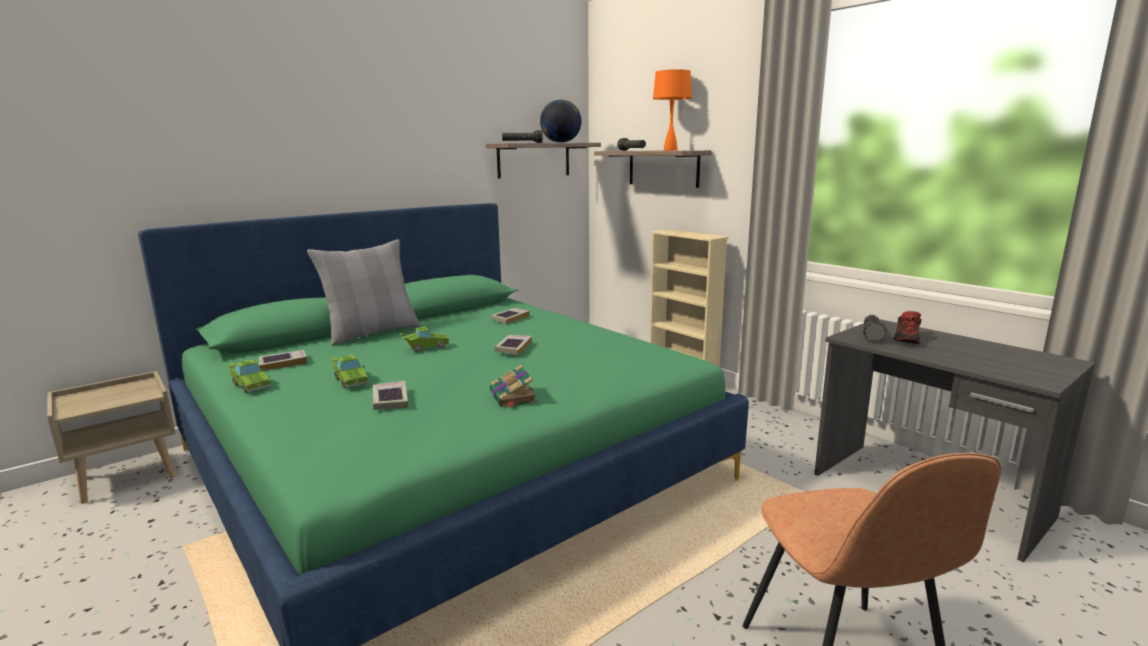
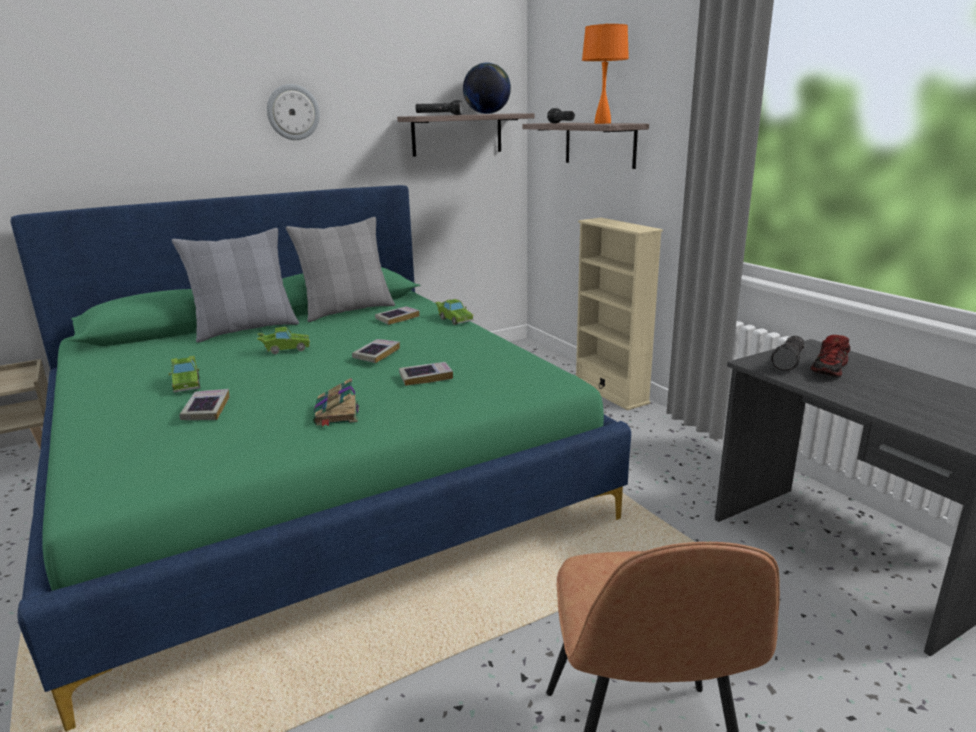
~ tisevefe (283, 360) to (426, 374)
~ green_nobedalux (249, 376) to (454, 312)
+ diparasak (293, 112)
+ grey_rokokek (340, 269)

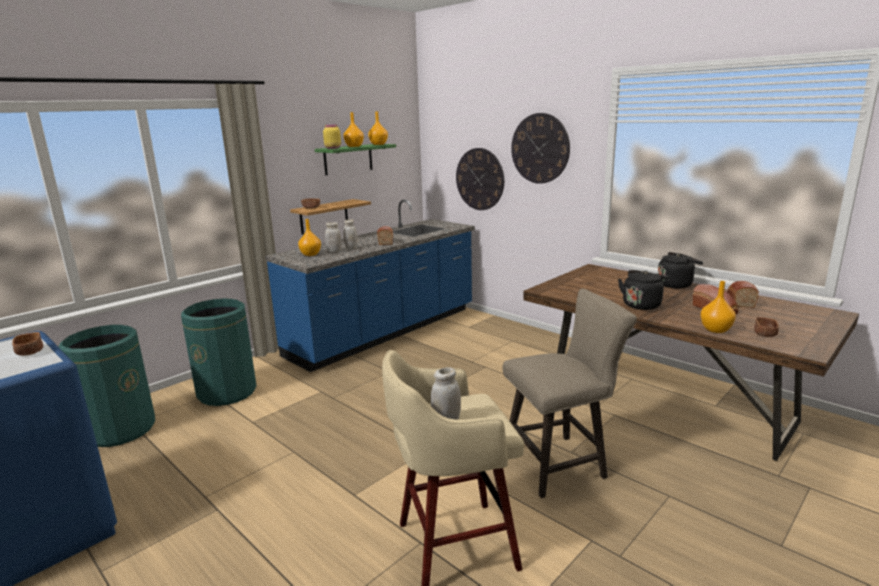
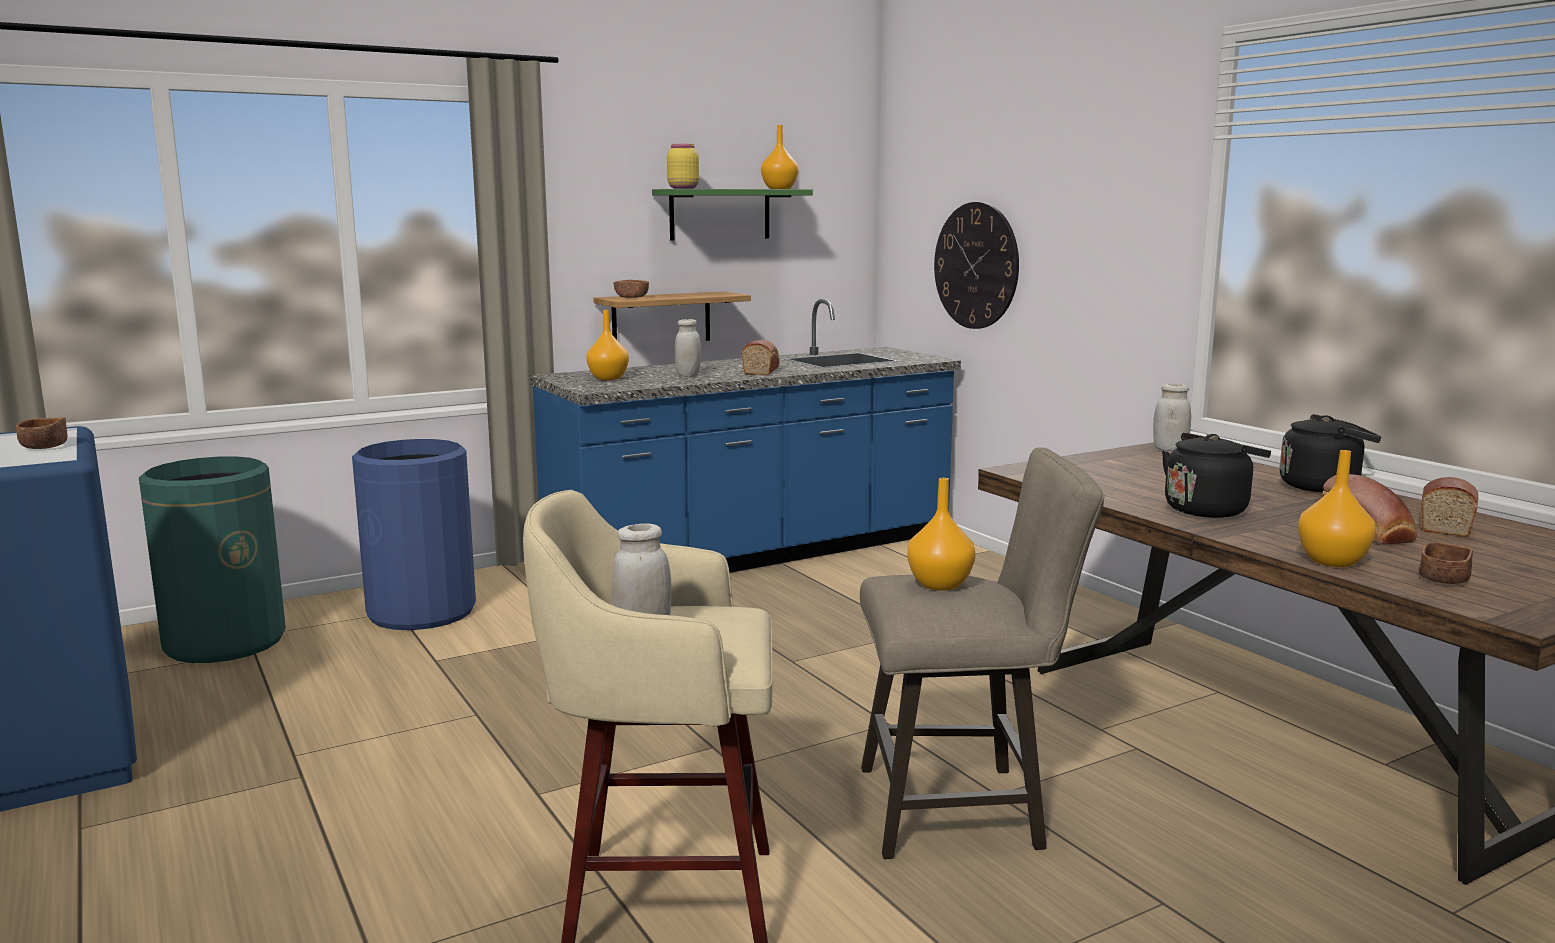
~ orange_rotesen (354, 129) to (941, 534)
- diparasak (540, 148)
~ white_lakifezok (333, 237) to (1172, 417)
~ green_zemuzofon (219, 352) to blue_zemuzofon (414, 534)

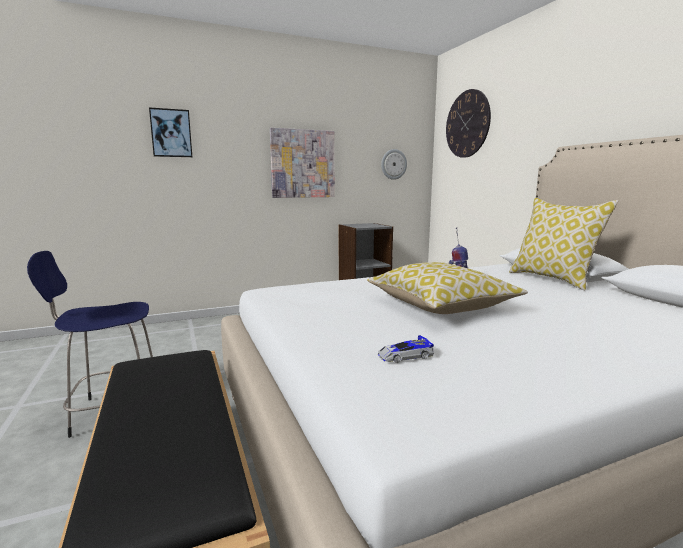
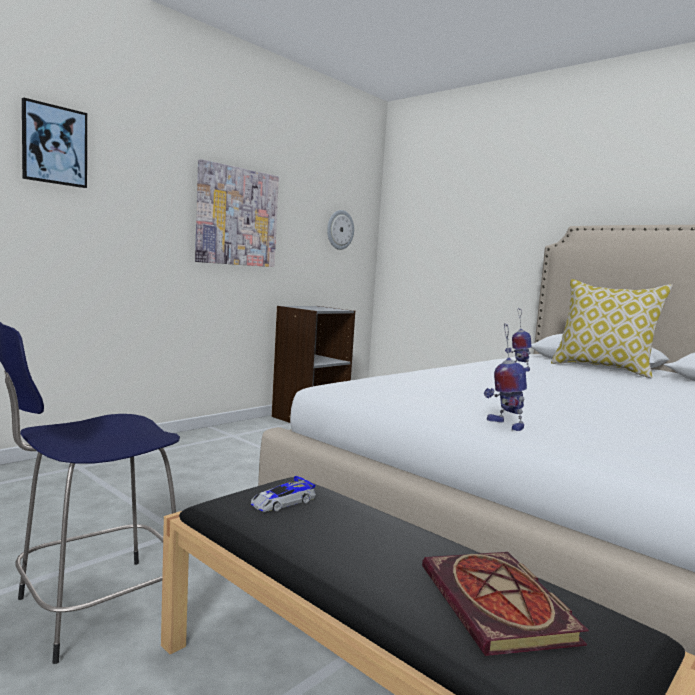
- diparasak (468, 123)
- rokokek (447, 288)
~ nobedalux (406, 349) to (283, 494)
+ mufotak (505, 377)
+ tisevefe (505, 604)

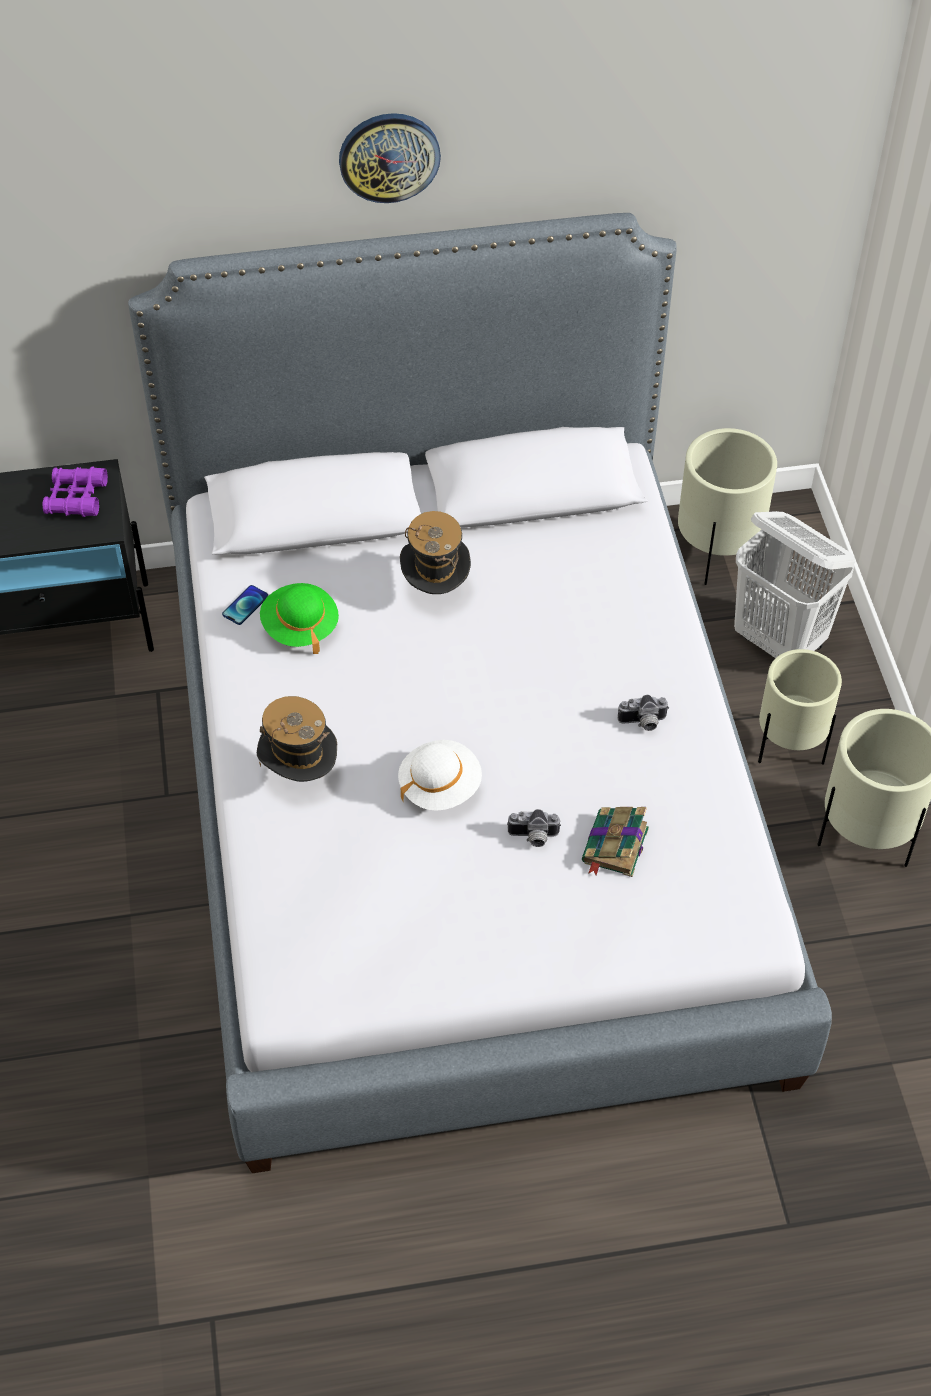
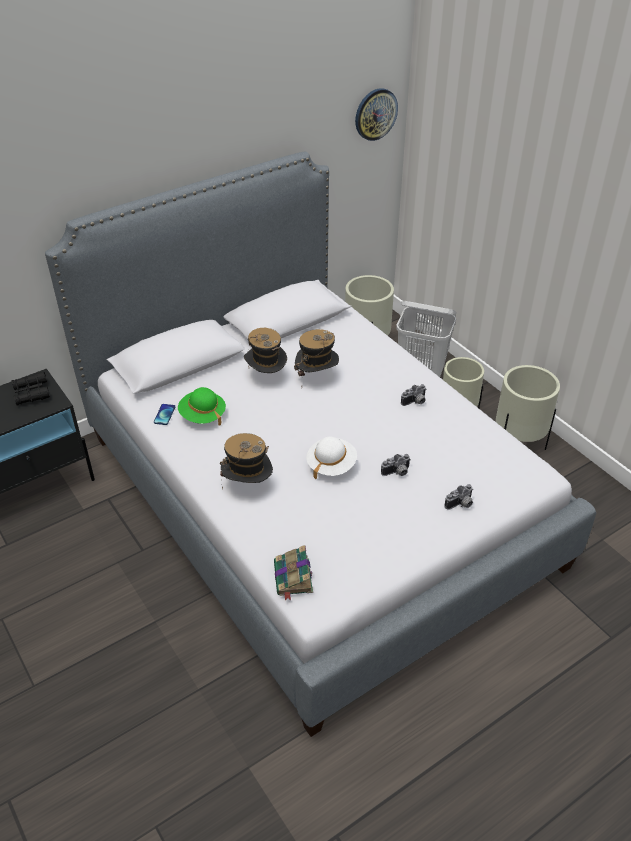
~ diparasak (390, 158) to (376, 114)
~ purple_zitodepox (75, 491) to black_zitodepox (31, 388)
~ tisevefe (615, 842) to (293, 573)
+ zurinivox (316, 352)
+ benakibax (458, 497)

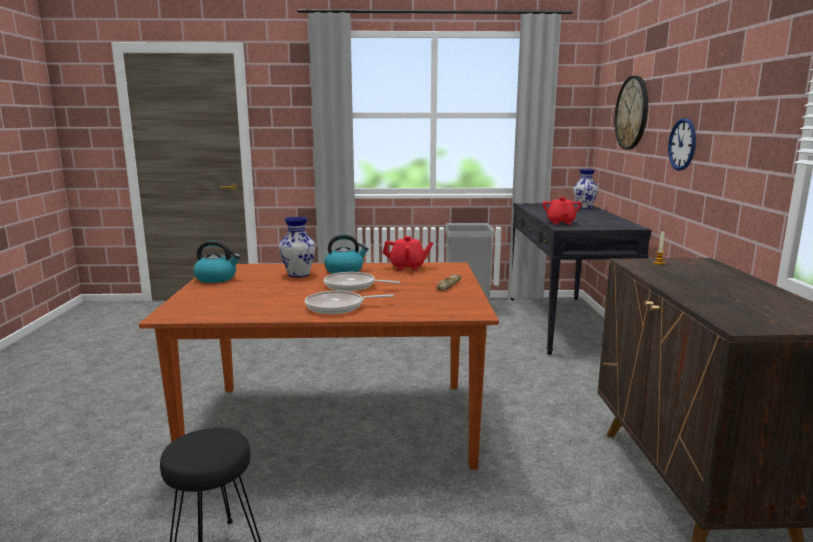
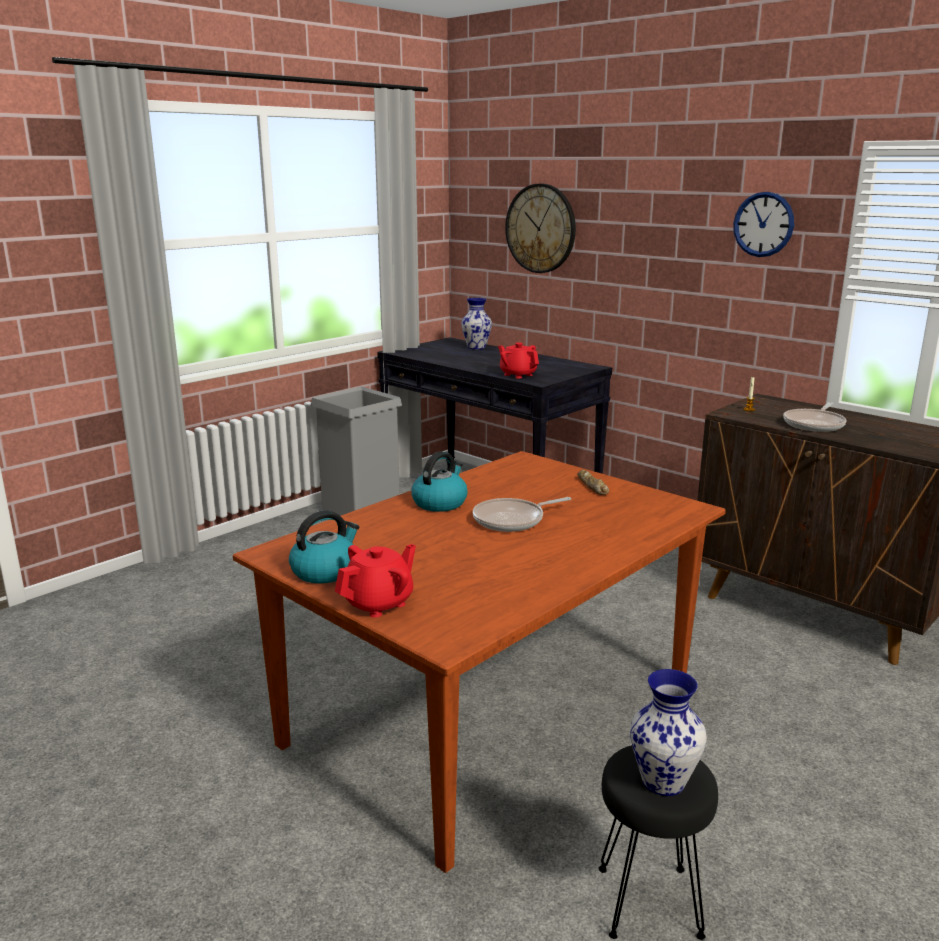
~ diparasak (682, 144) to (763, 224)
~ rotesen (297, 247) to (668, 732)
~ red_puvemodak (407, 253) to (375, 581)
~ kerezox (349, 302) to (815, 417)

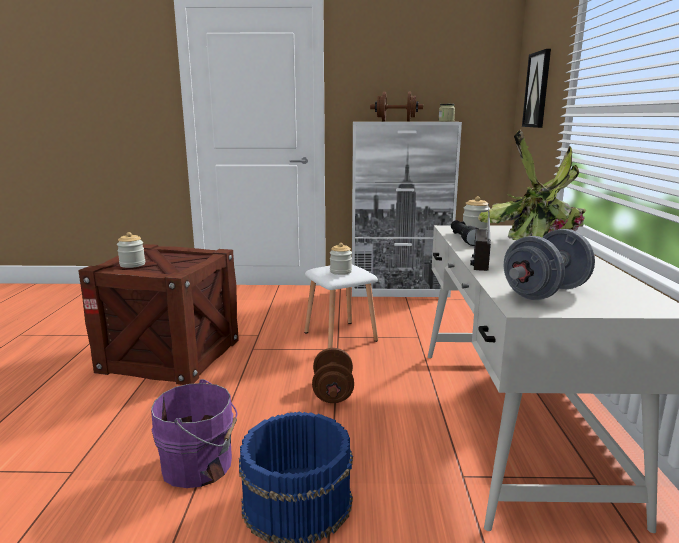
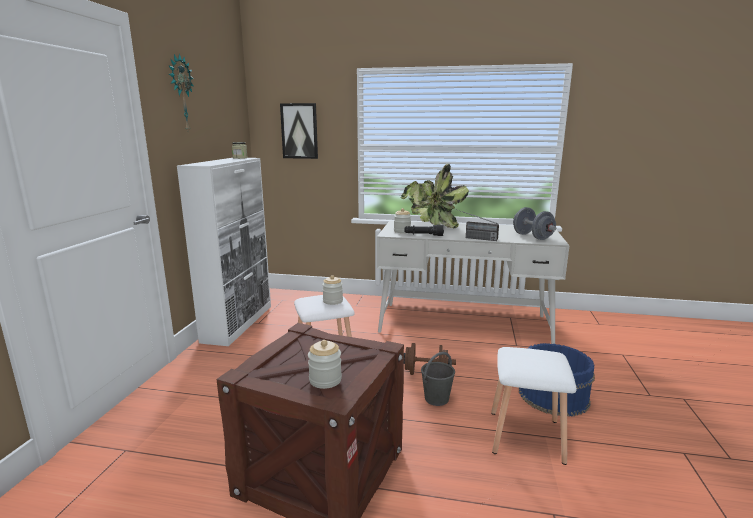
- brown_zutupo (396, 107)
~ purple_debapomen (194, 433) to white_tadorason (534, 406)
+ diparasak (181, 93)
+ grey_debapomen (438, 379)

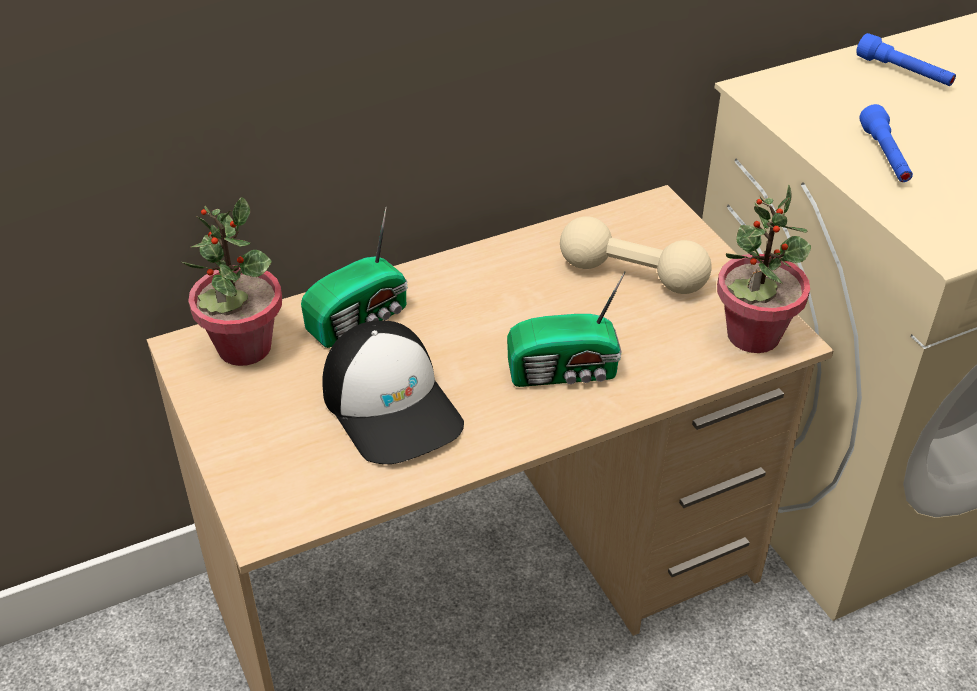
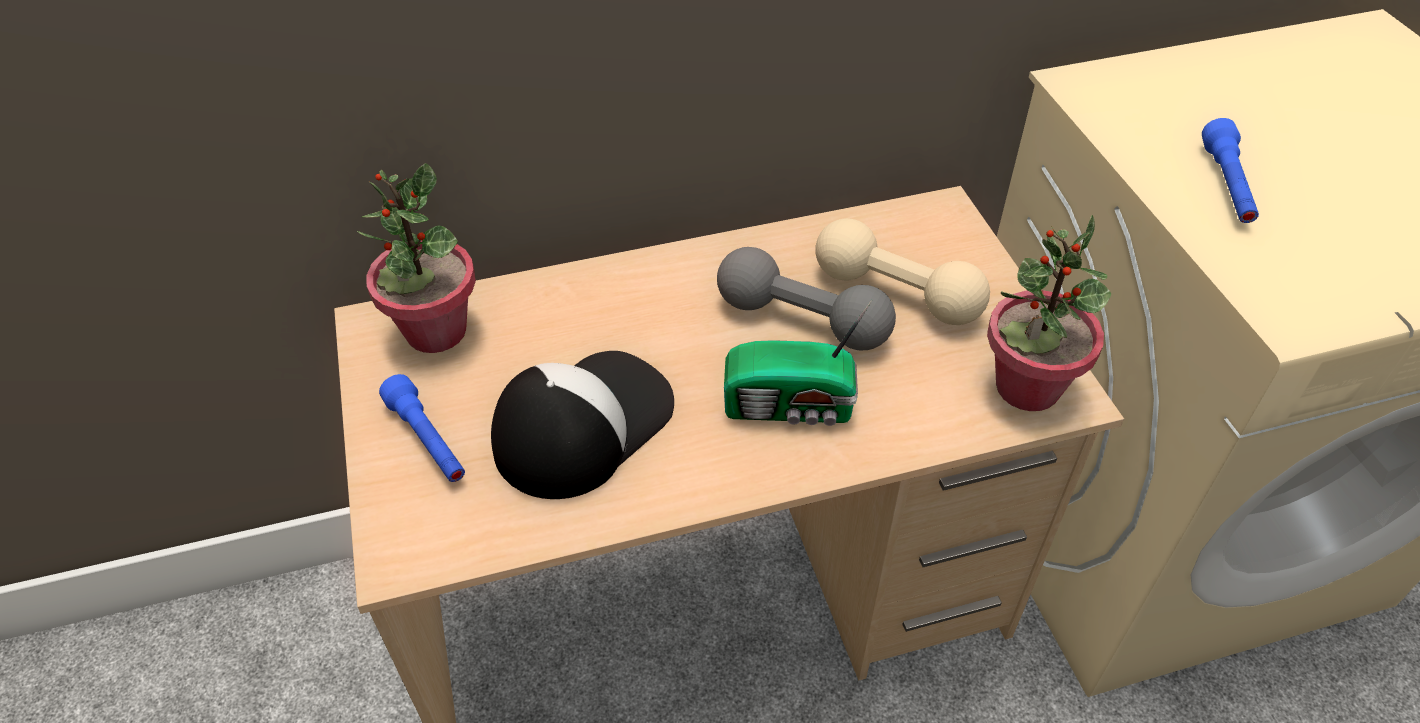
~ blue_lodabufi (906, 59) to (422, 428)
- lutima (354, 278)
~ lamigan (393, 392) = (582, 425) 120 degrees counterclockwise
+ grey_zutupo (806, 298)

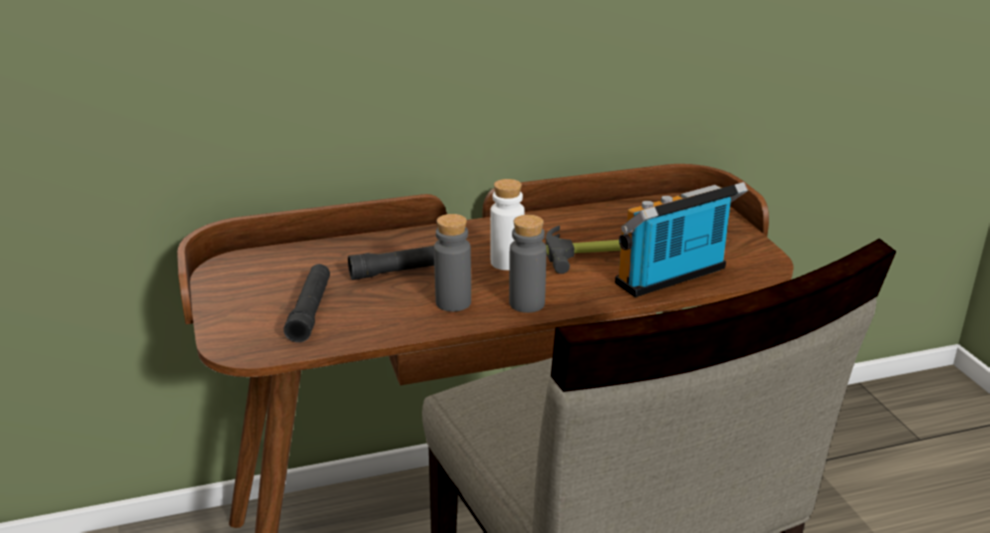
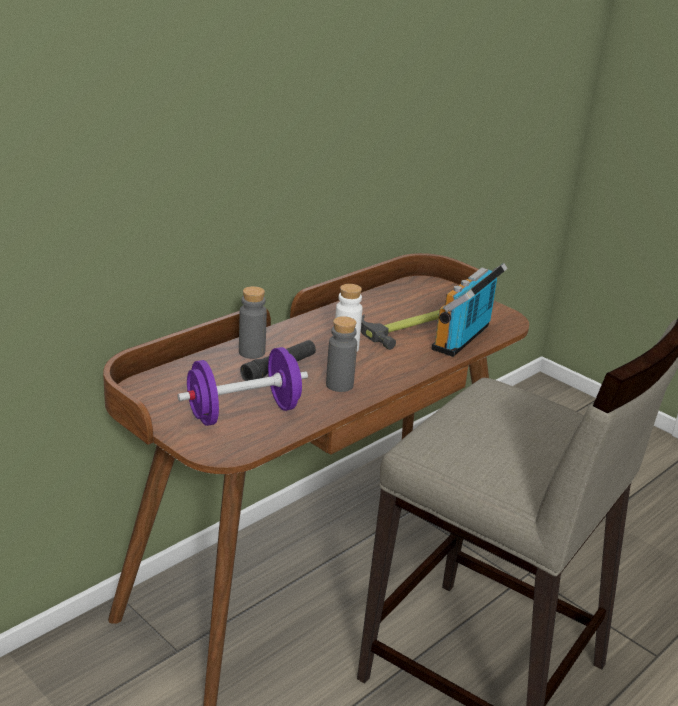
~ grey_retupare (527, 264) to (253, 322)
~ black_lodabufi (307, 303) to purple_zutupo (242, 386)

